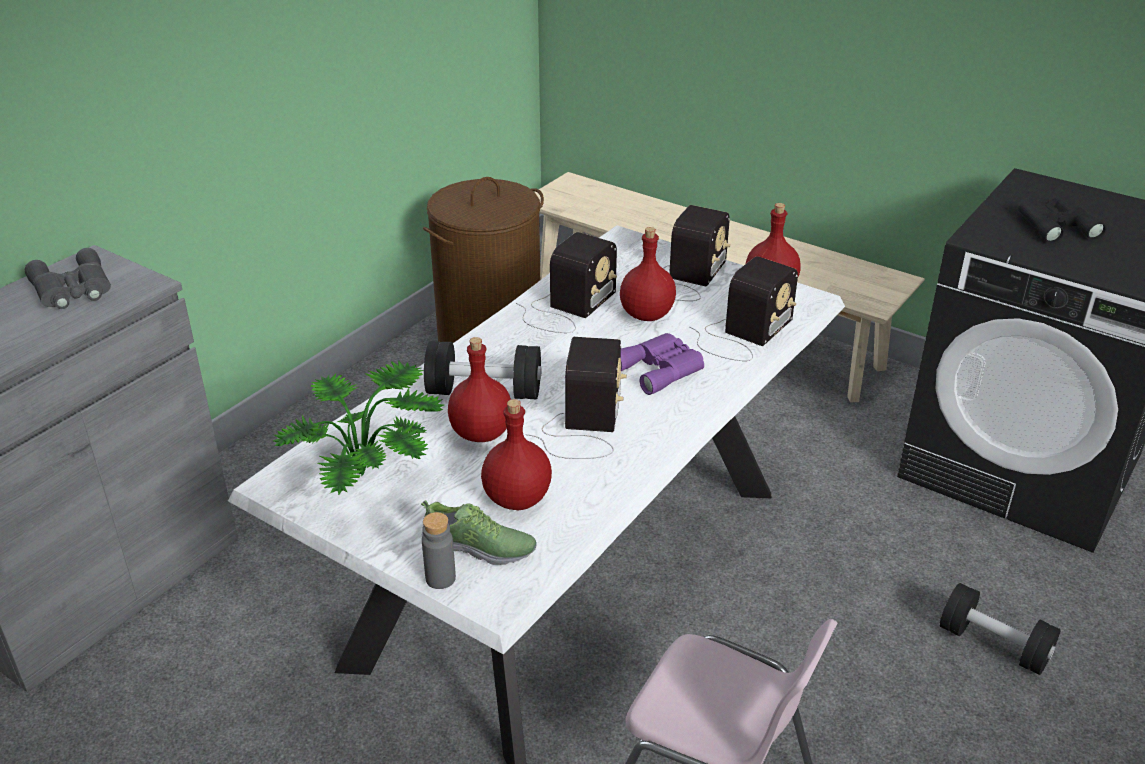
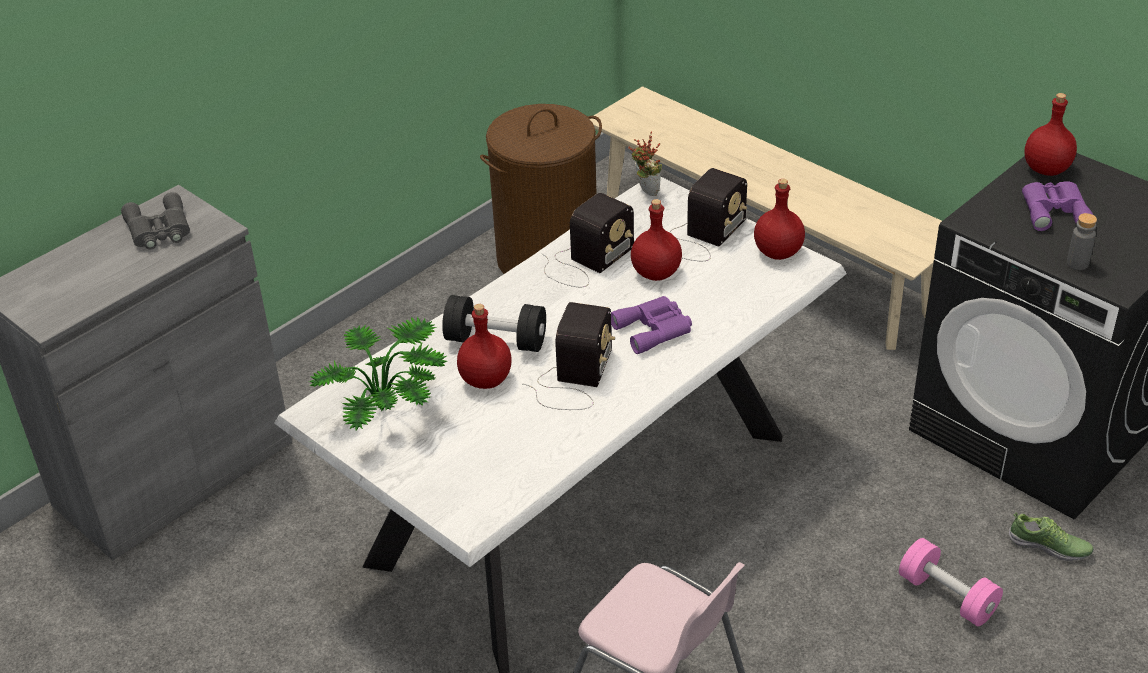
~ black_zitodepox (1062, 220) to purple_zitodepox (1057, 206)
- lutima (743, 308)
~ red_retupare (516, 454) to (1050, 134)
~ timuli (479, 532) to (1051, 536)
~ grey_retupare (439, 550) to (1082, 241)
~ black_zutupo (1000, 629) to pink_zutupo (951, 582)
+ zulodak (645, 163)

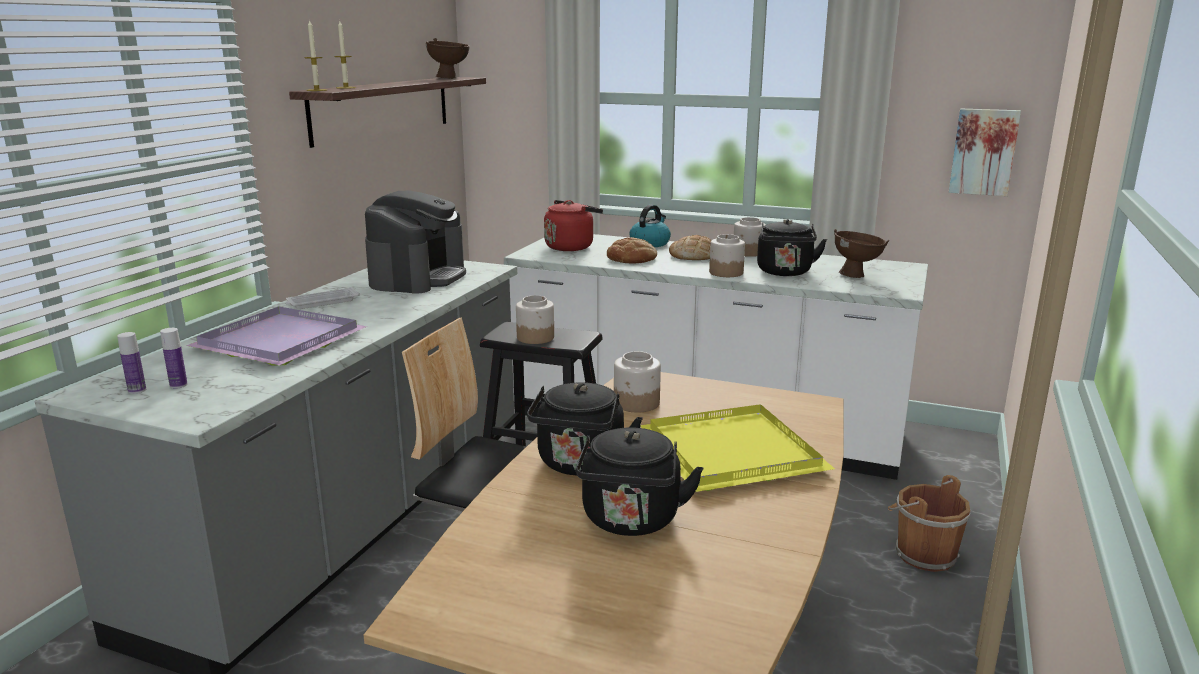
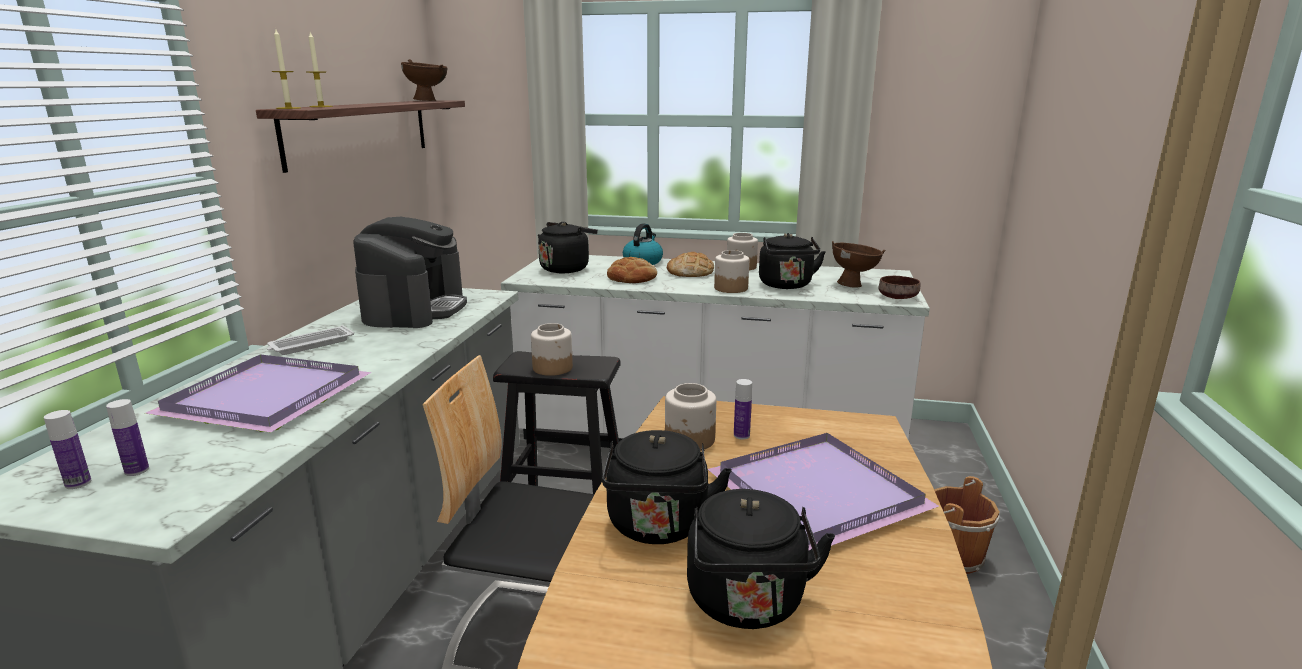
- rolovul (985, 152)
~ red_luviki (573, 225) to black_luviki (568, 247)
~ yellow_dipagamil (737, 448) to purple_dipagamil (823, 492)
+ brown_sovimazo (899, 287)
+ retupare (743, 409)

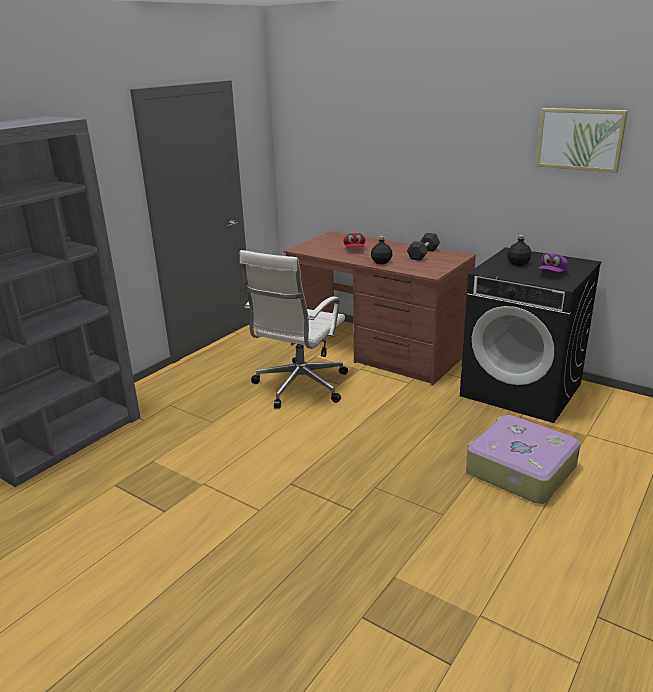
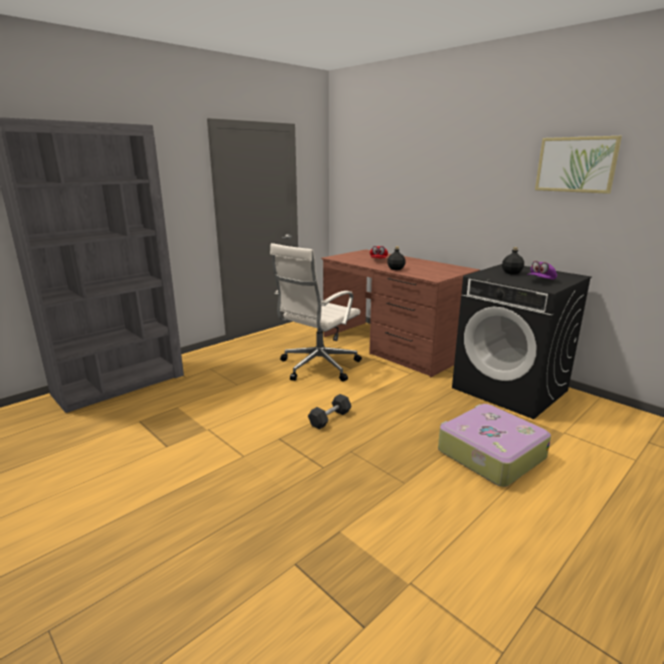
~ black_zutupo (423, 247) to (330, 412)

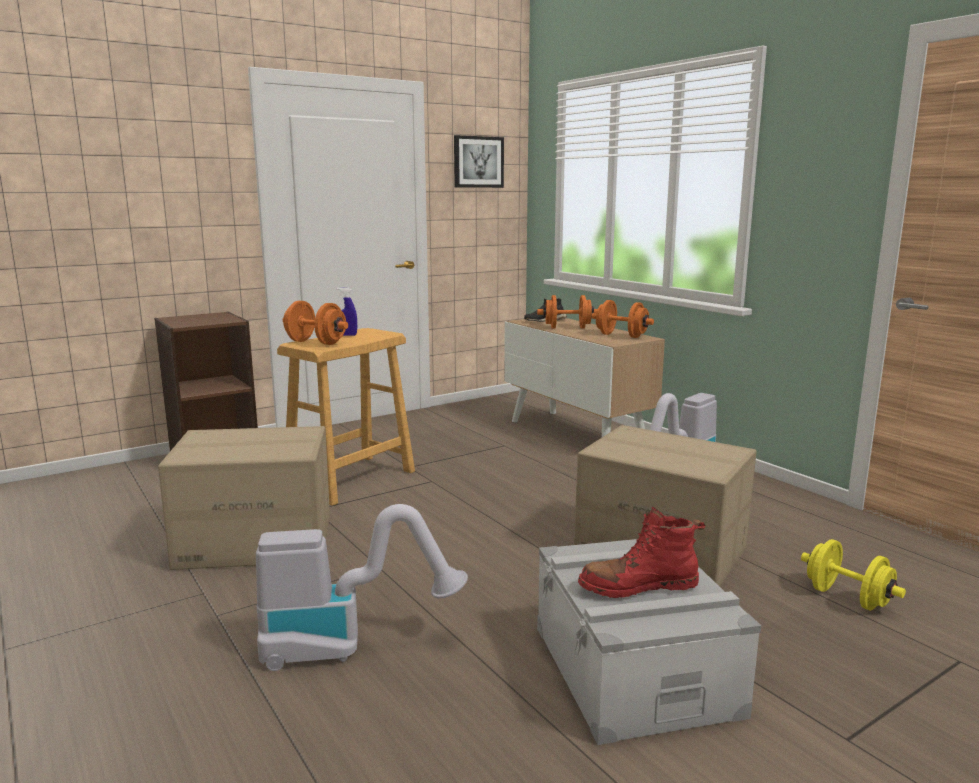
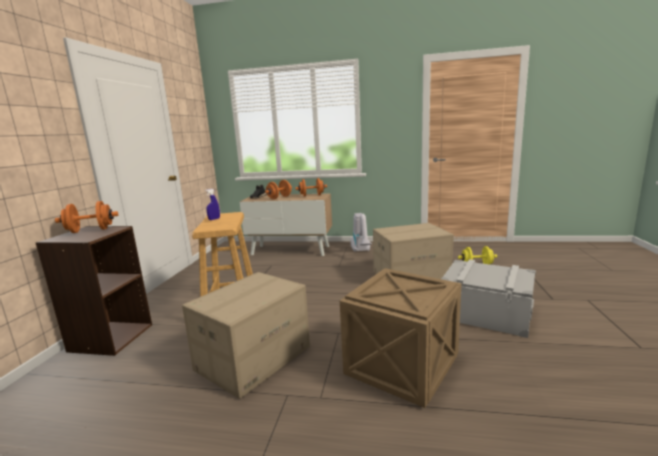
- rolovul (479, 161)
~ orange_zutupo (315, 323) to (86, 217)
~ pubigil (362, 587) to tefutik (401, 338)
- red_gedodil (641, 552)

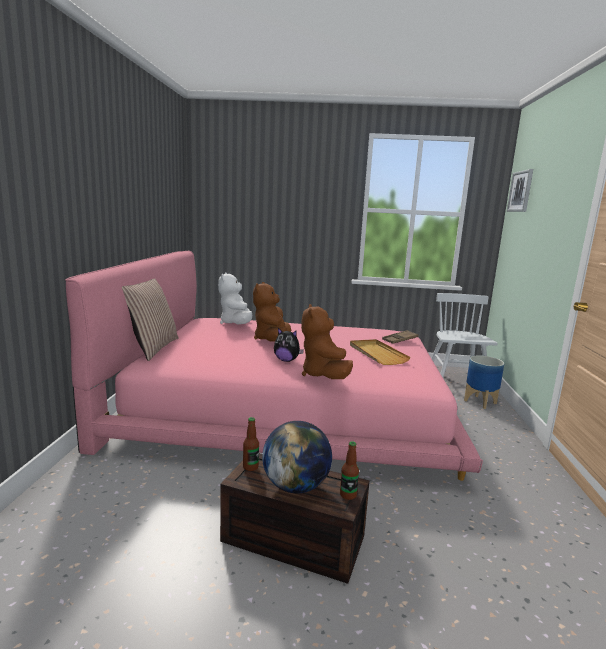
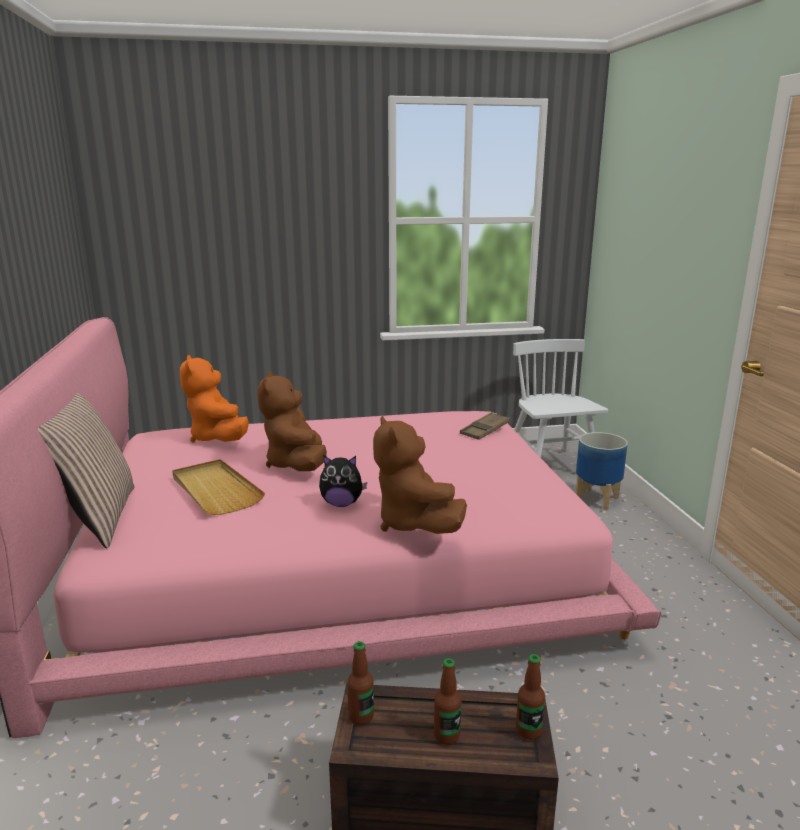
- rolovul (520, 190)
~ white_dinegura (235, 298) to orange_dinegura (214, 399)
~ beige_dipagamil (380, 352) to (218, 487)
~ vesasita (297, 457) to retupare (447, 701)

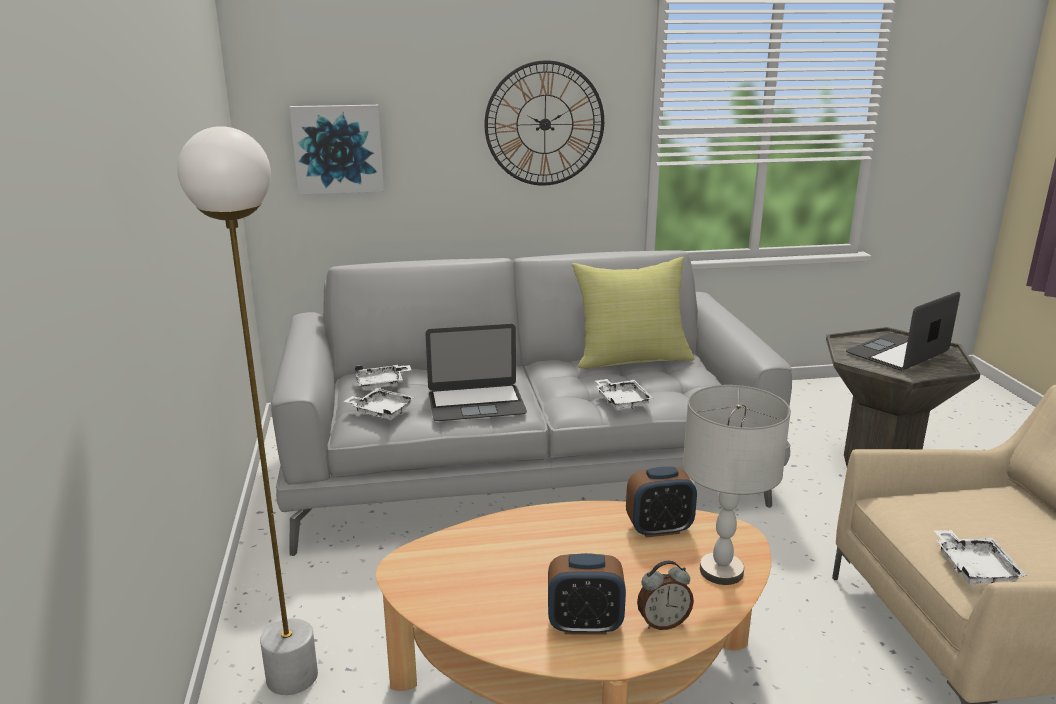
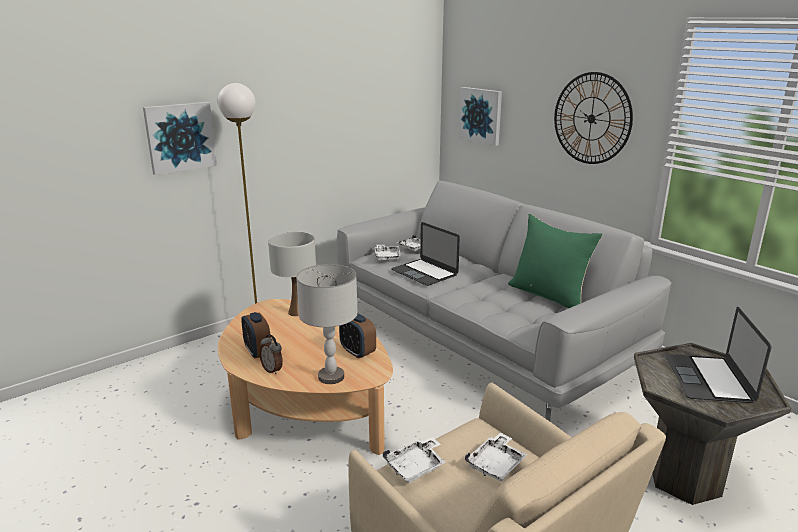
~ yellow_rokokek (633, 313) to green_rokokek (555, 261)
~ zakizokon (903, 331) = (718, 355) 105 degrees counterclockwise
~ white_dipagamil (624, 394) to (496, 457)
+ rolovul (180, 138)
+ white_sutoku (292, 274)

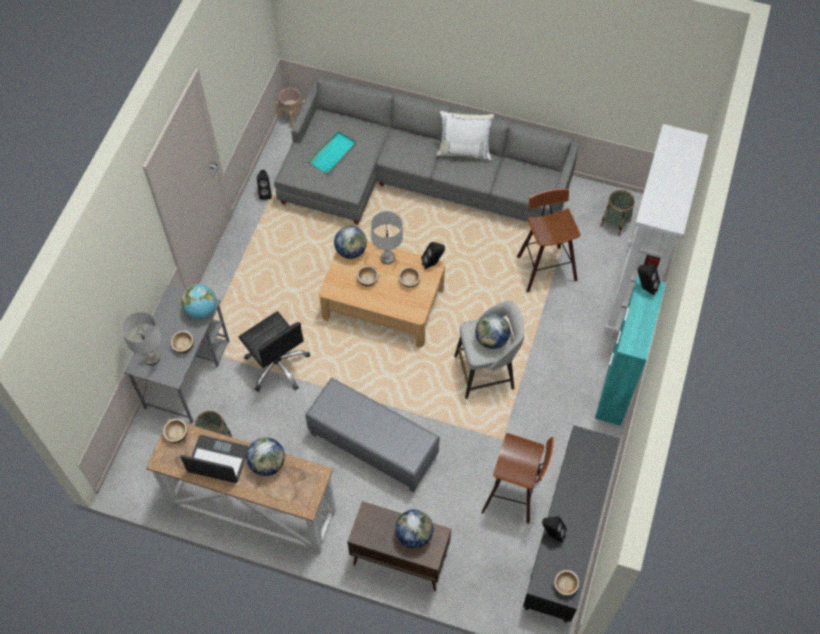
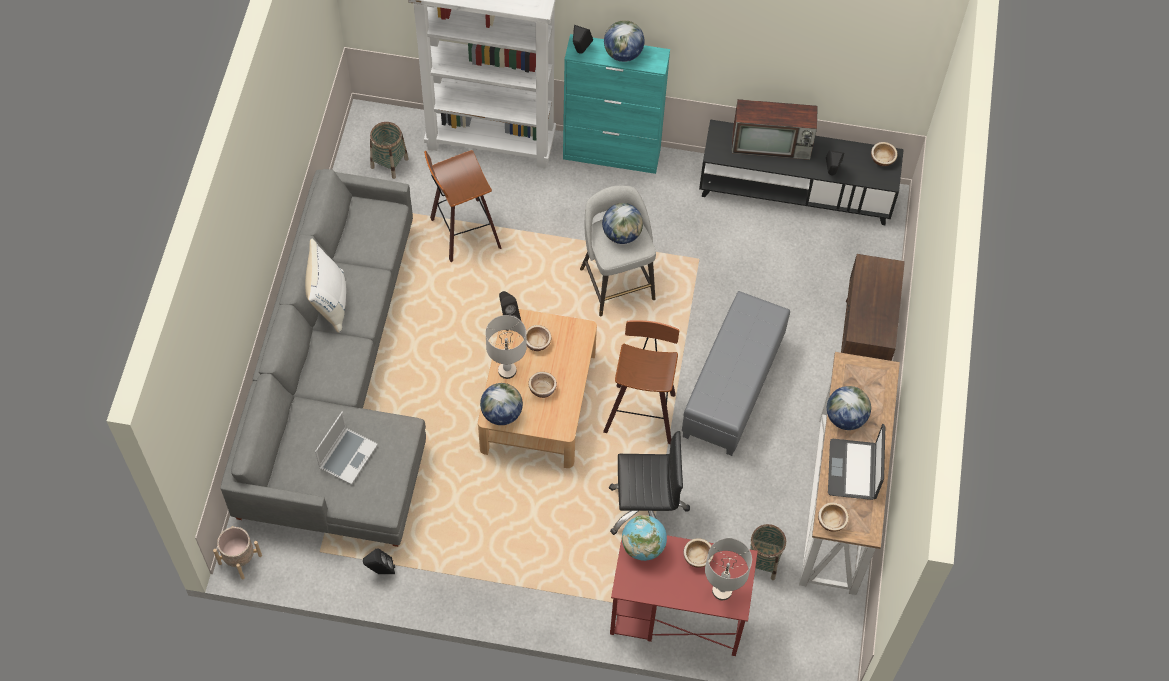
~ turquoise_dipagamil (332, 152) to zakizokon (346, 448)
~ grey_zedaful (177, 354) to red_zedaful (684, 592)
~ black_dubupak (274, 351) = (649, 483) 45 degrees clockwise
~ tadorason (518, 478) to (641, 382)
~ vesasita (414, 528) to (624, 41)
+ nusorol (774, 129)

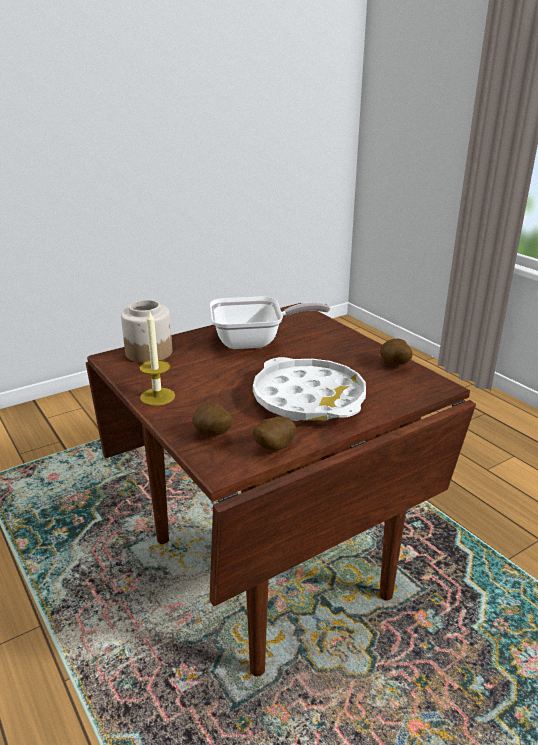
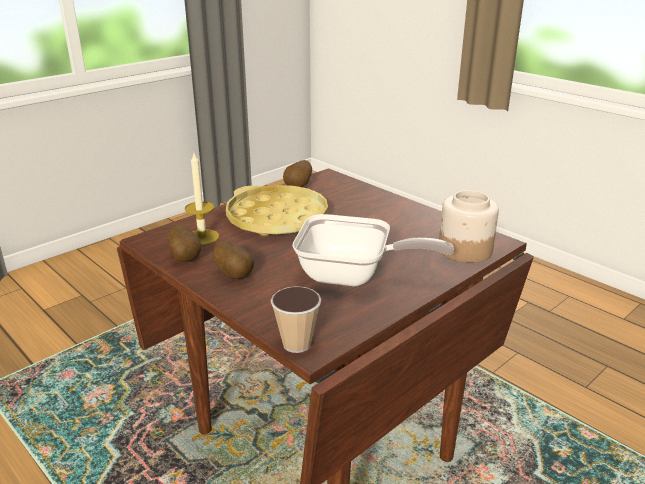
~ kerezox (270, 322) = (373, 250) 150 degrees counterclockwise
~ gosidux (157, 357) to (202, 199)
~ white_dipagamil (309, 389) to yellow_dipagamil (277, 210)
~ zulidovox (212, 419) to (233, 260)
+ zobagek (296, 319)

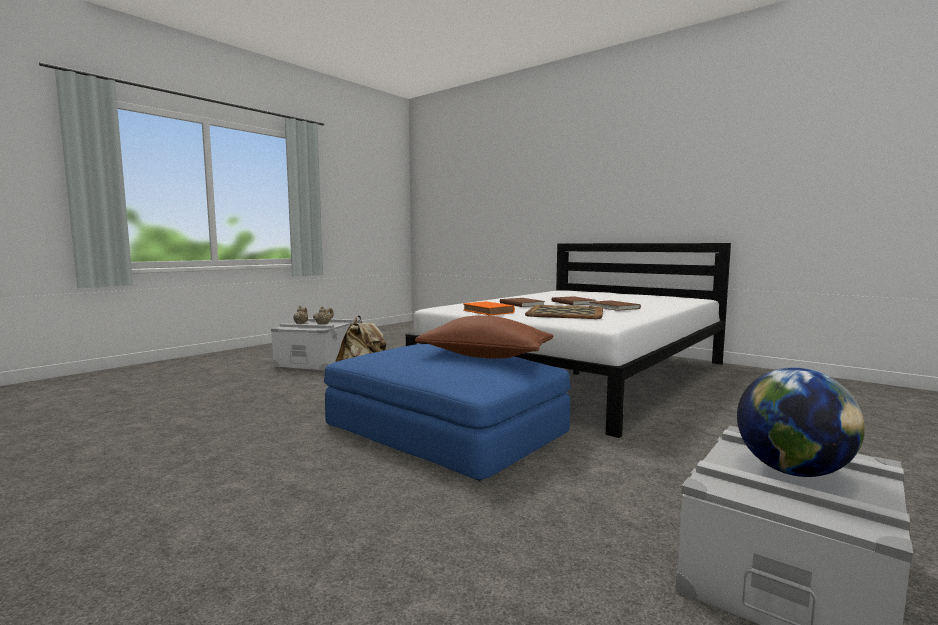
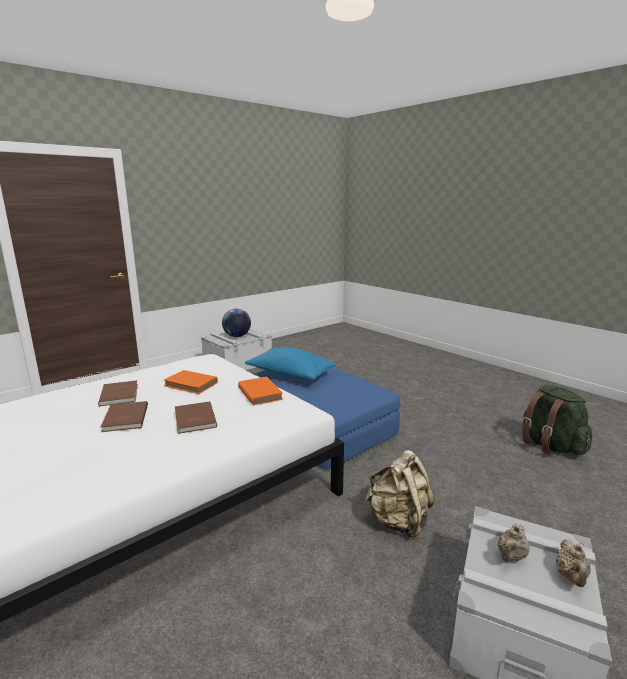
~ dipagamil (564, 312) to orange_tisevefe (191, 382)
~ brown_rokokek (484, 337) to blue_rokokek (290, 363)
+ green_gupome (557, 420)

